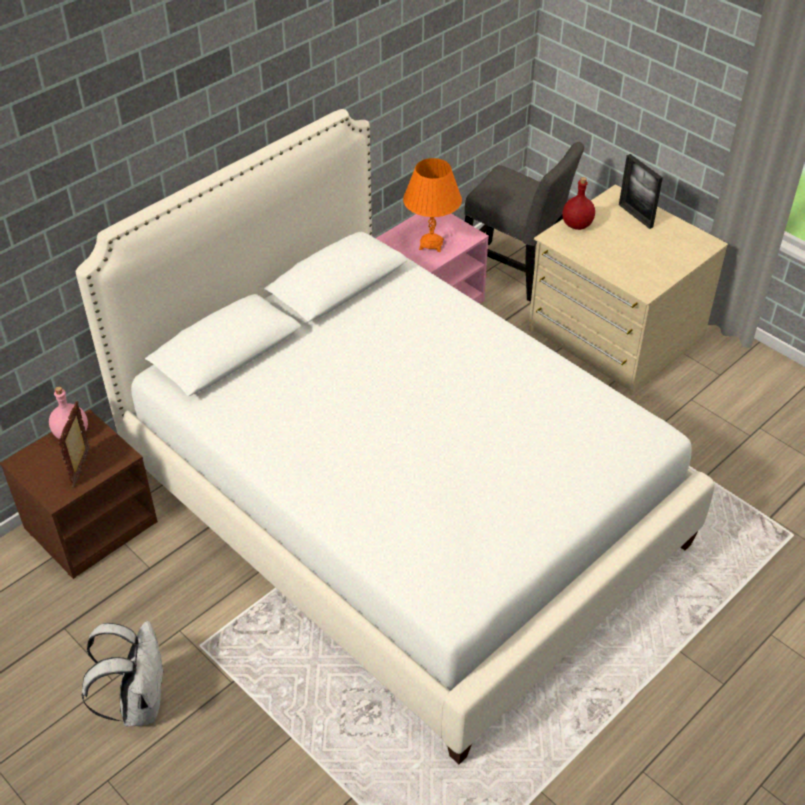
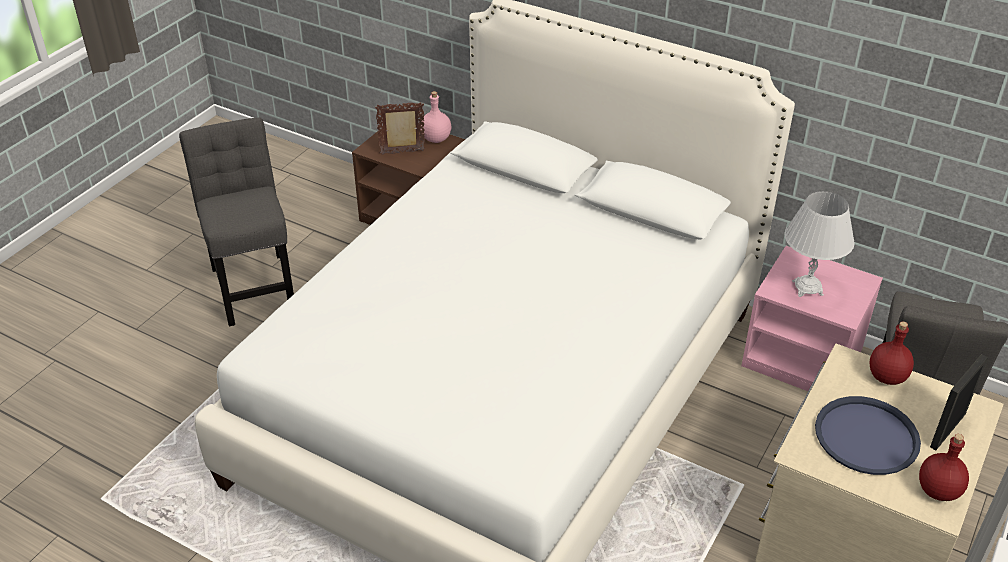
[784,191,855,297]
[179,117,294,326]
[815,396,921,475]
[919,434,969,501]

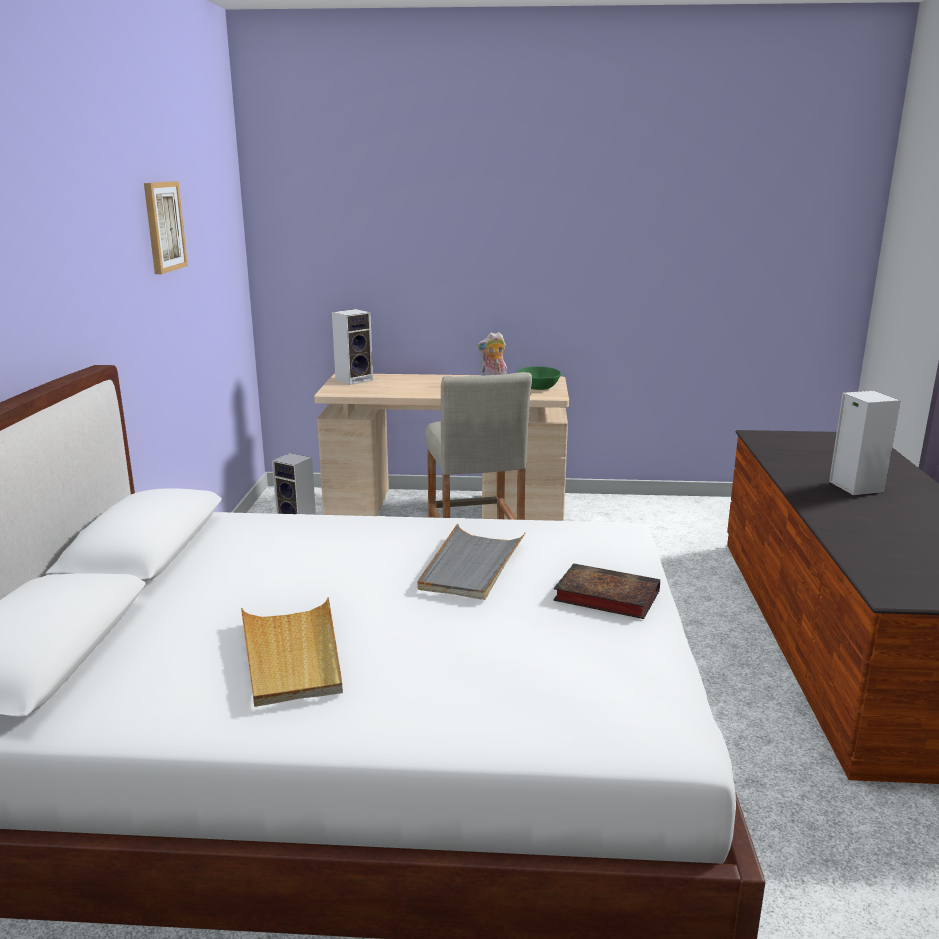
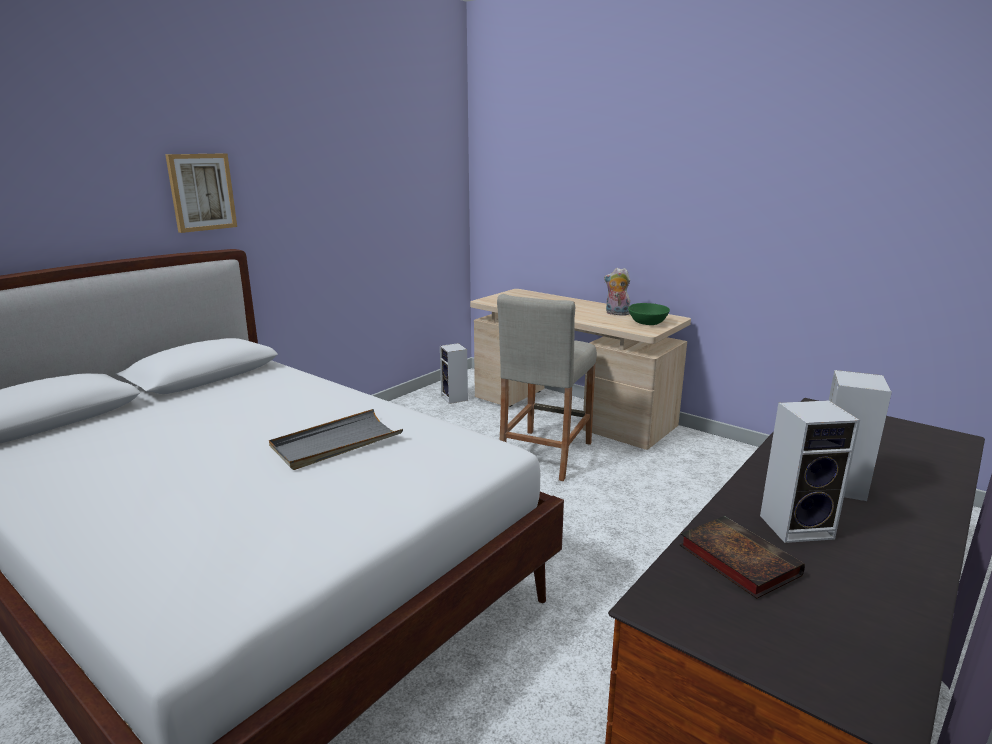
[165,153,237,233]
[760,400,860,543]
[679,516,805,599]
[241,597,343,707] (first image)

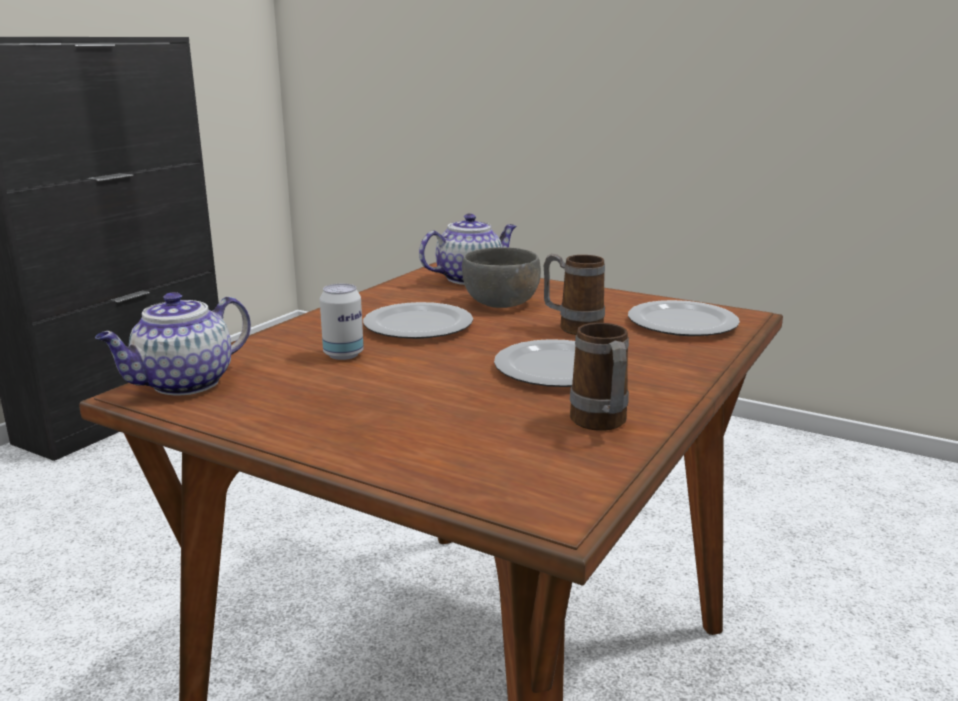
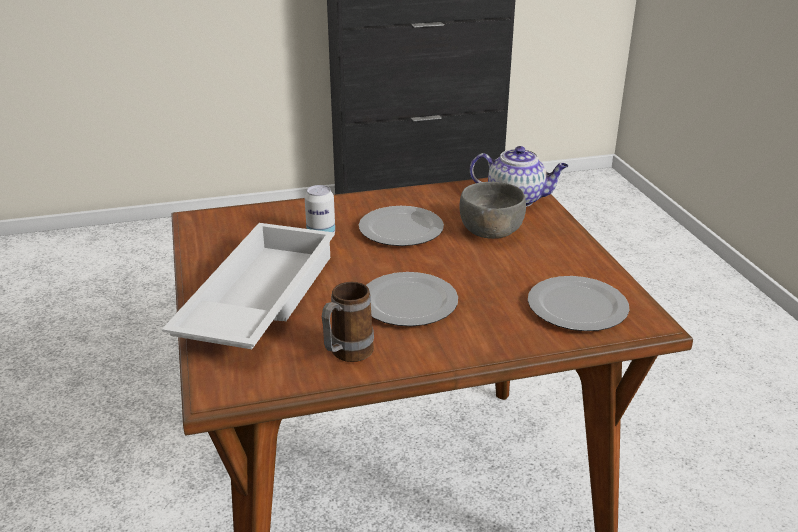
[544,254,605,335] (first image)
[95,292,251,396] (first image)
[162,223,335,349]

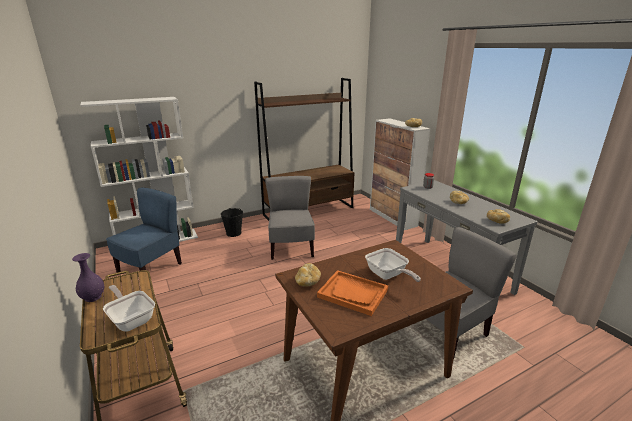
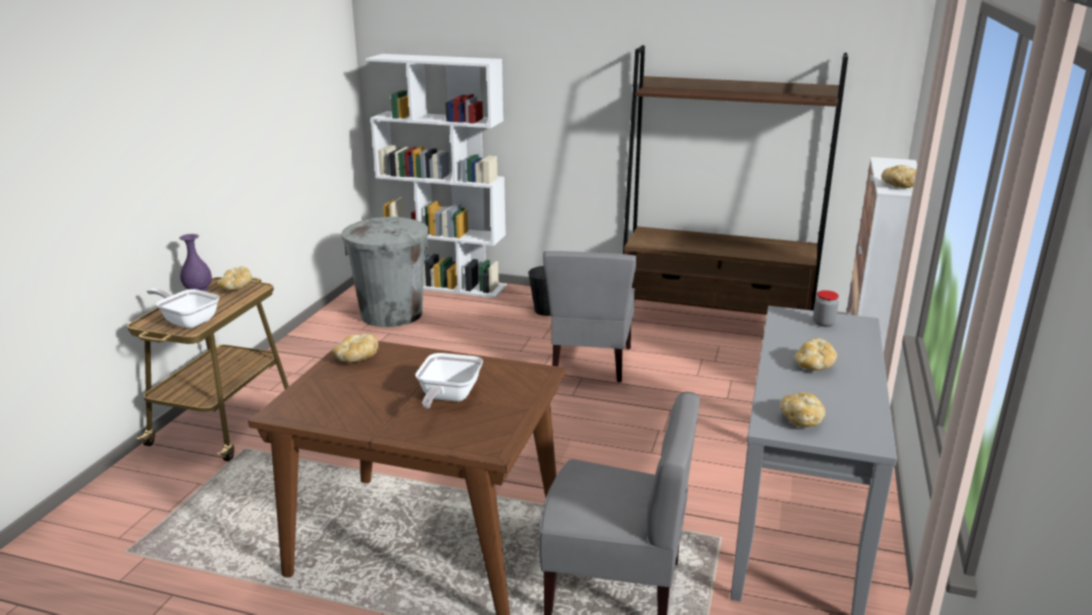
[543,251,637,382]
[342,216,428,327]
[317,270,388,316] (first image)
[147,288,219,328]
[217,266,252,290]

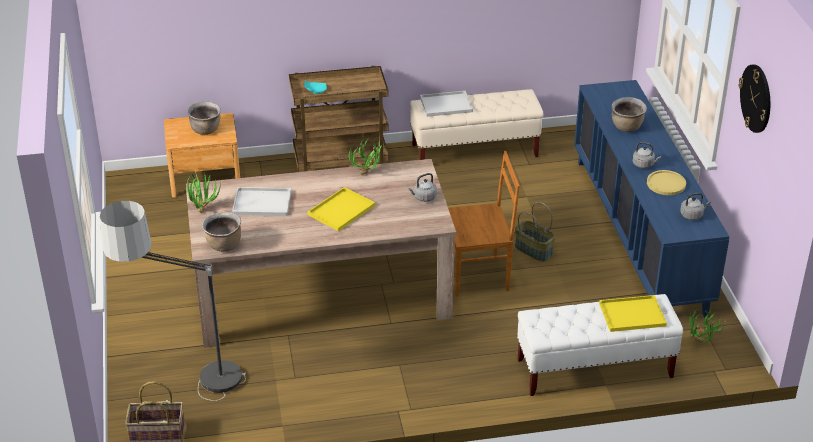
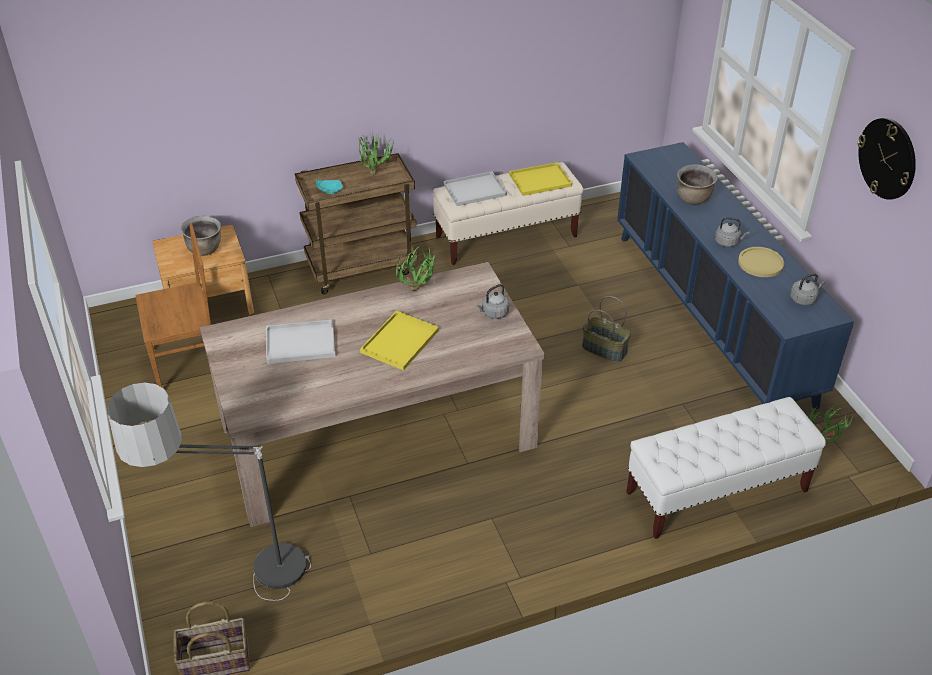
[135,223,211,387]
[358,133,394,175]
[202,212,241,252] (first image)
[509,162,572,196]

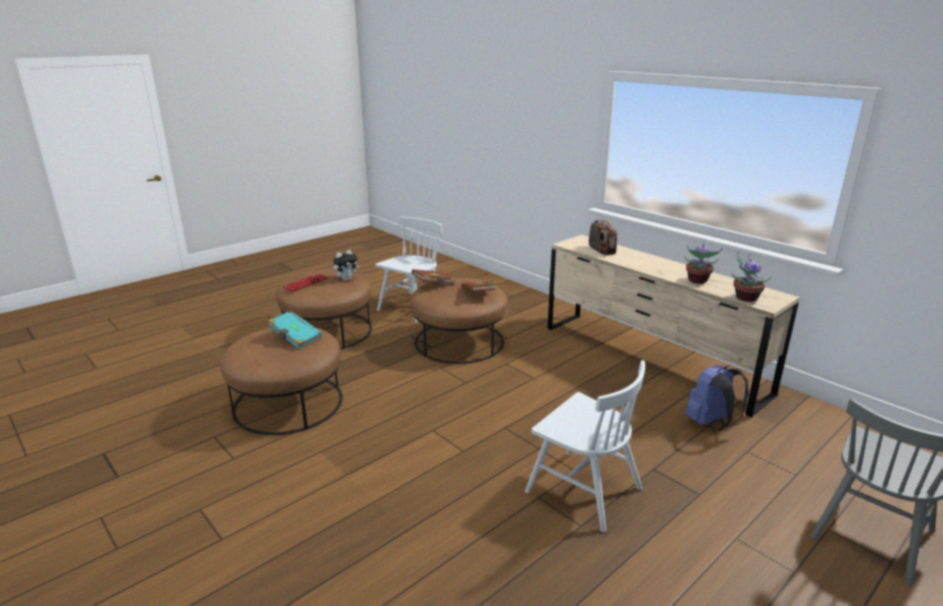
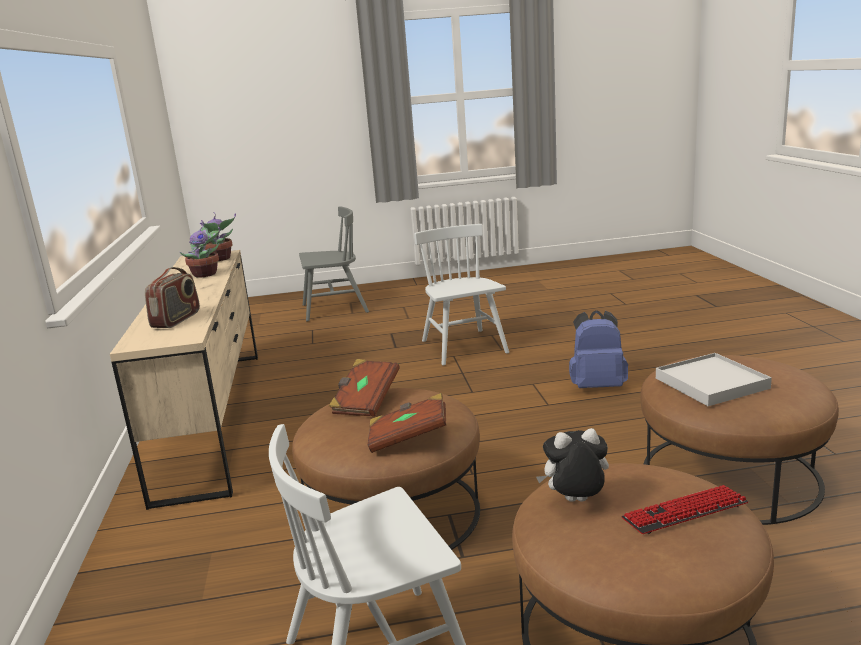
[656,353,772,406]
[569,310,628,388]

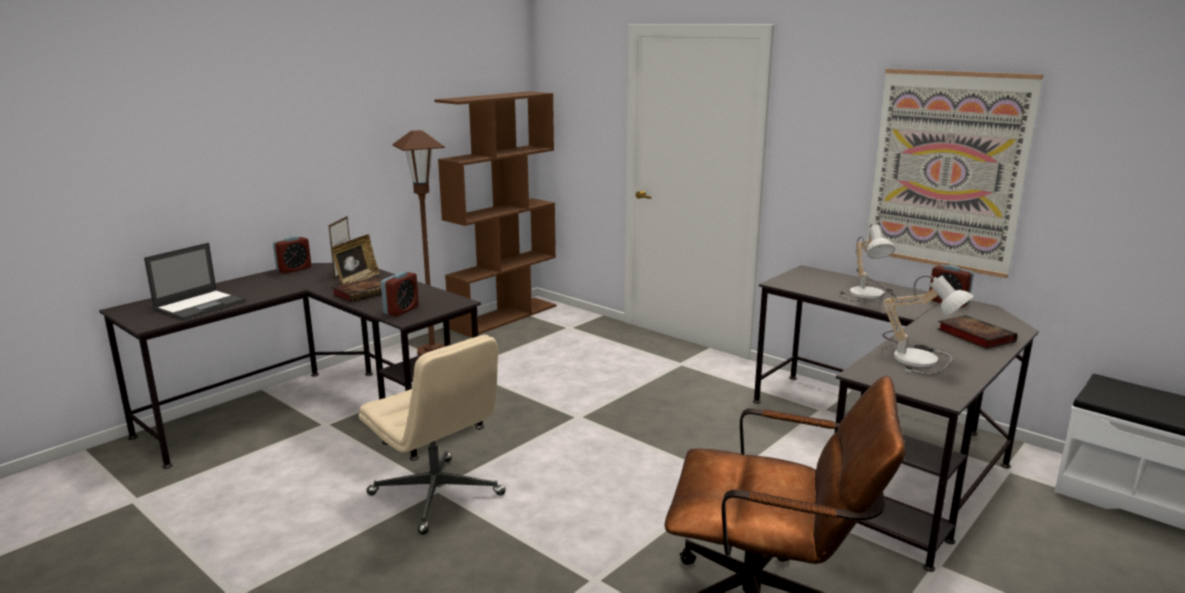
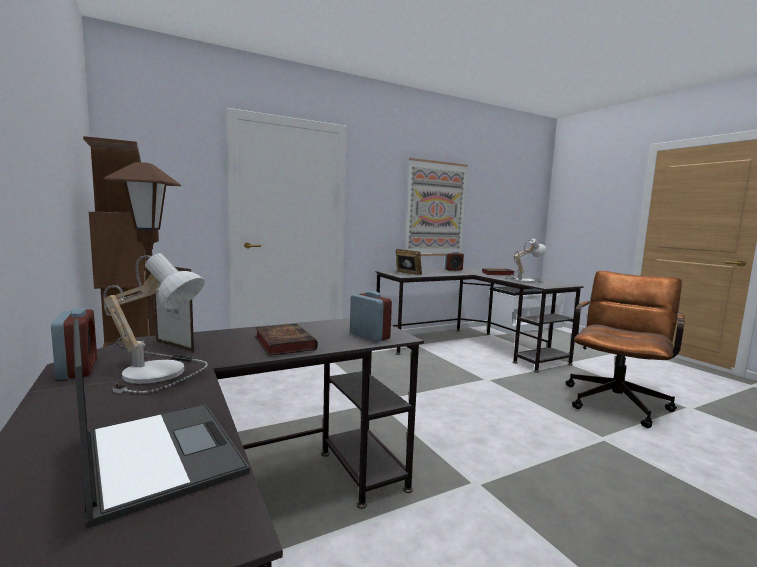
[103,253,208,394]
[396,249,422,275]
[359,335,506,535] (first image)

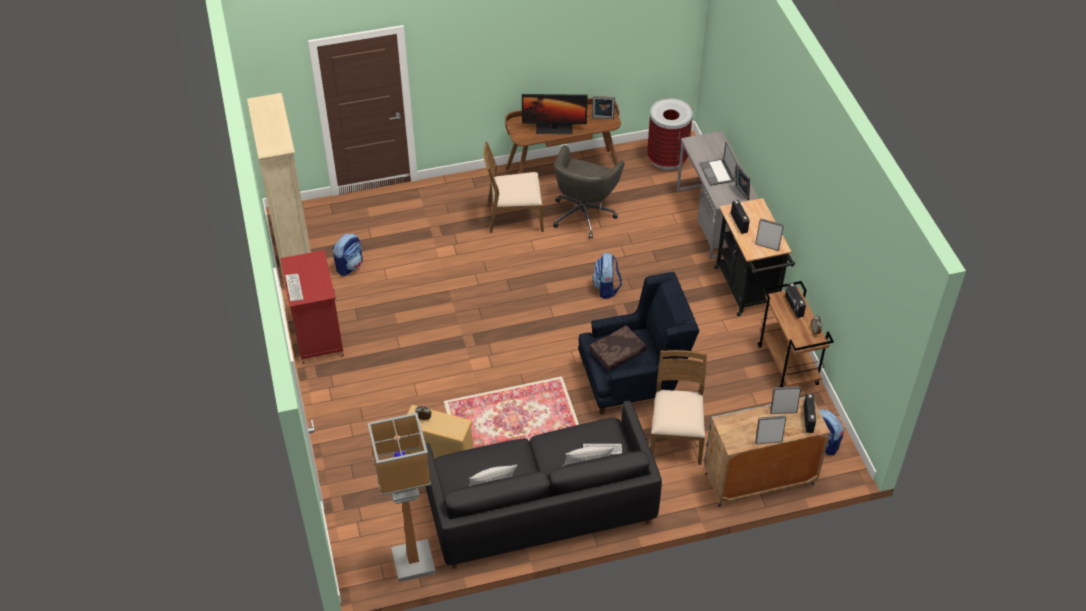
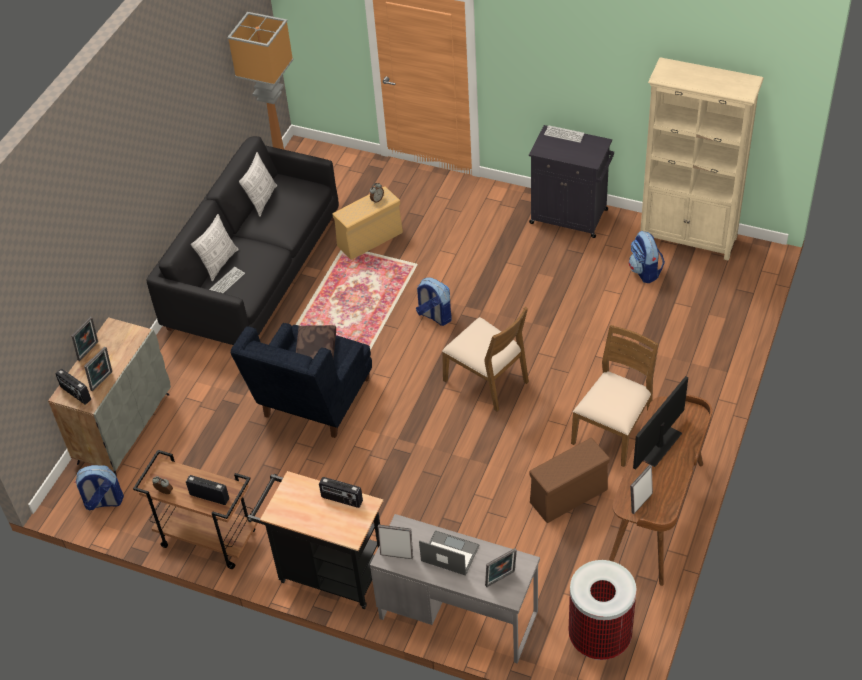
[530,438,610,523]
[485,548,517,587]
[529,125,614,238]
[416,277,452,326]
[442,307,529,412]

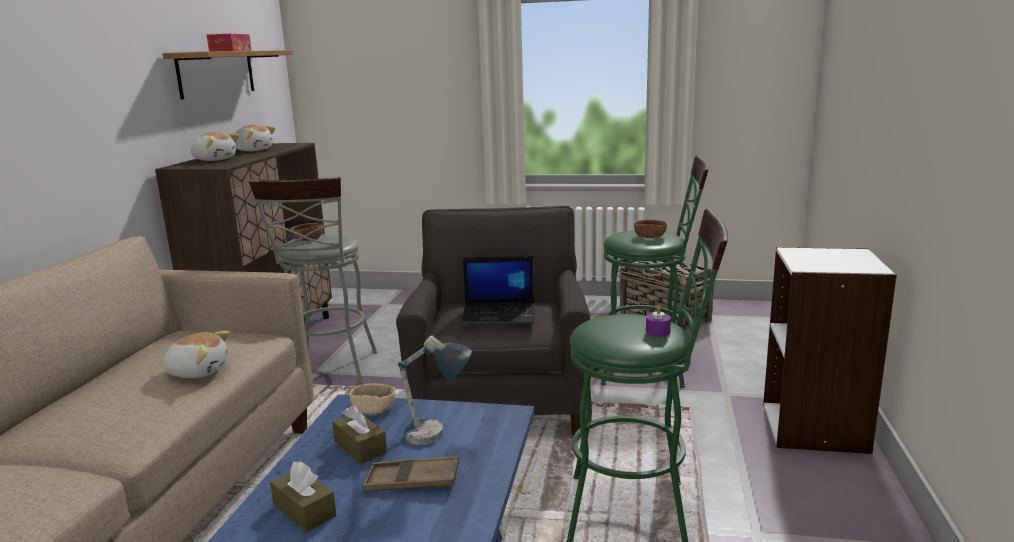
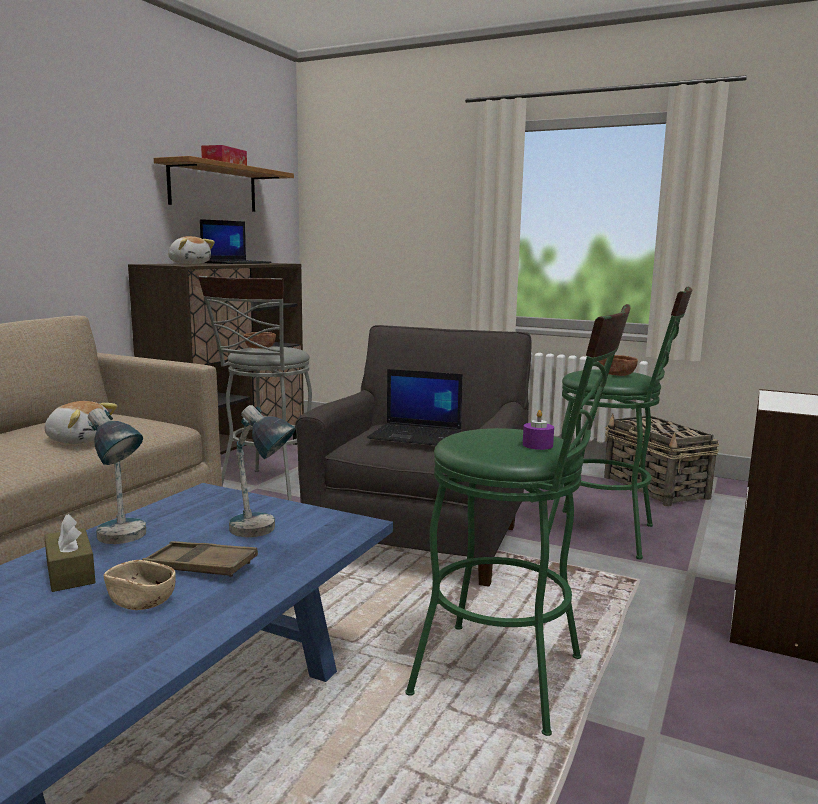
[200,219,272,264]
[104,560,176,610]
[332,405,387,464] (first image)
[88,408,146,544]

